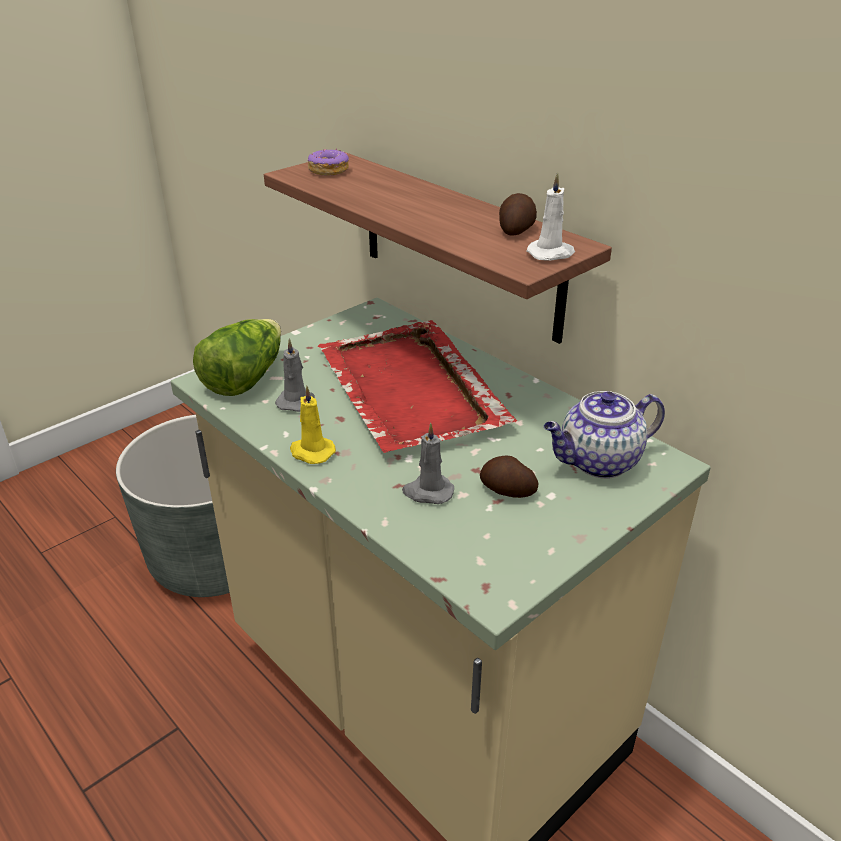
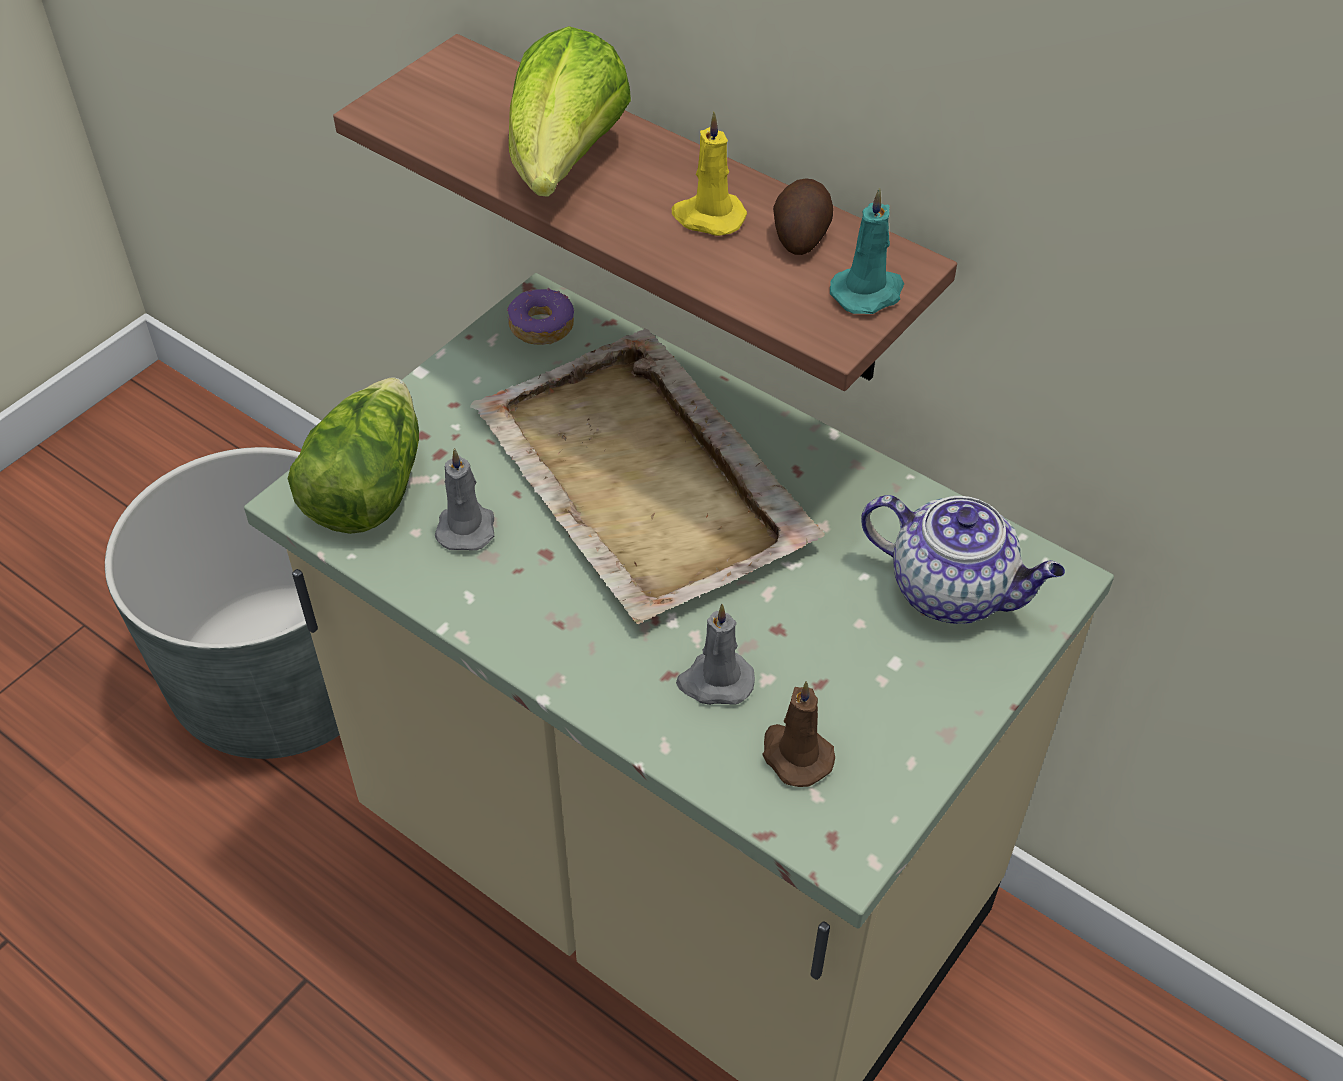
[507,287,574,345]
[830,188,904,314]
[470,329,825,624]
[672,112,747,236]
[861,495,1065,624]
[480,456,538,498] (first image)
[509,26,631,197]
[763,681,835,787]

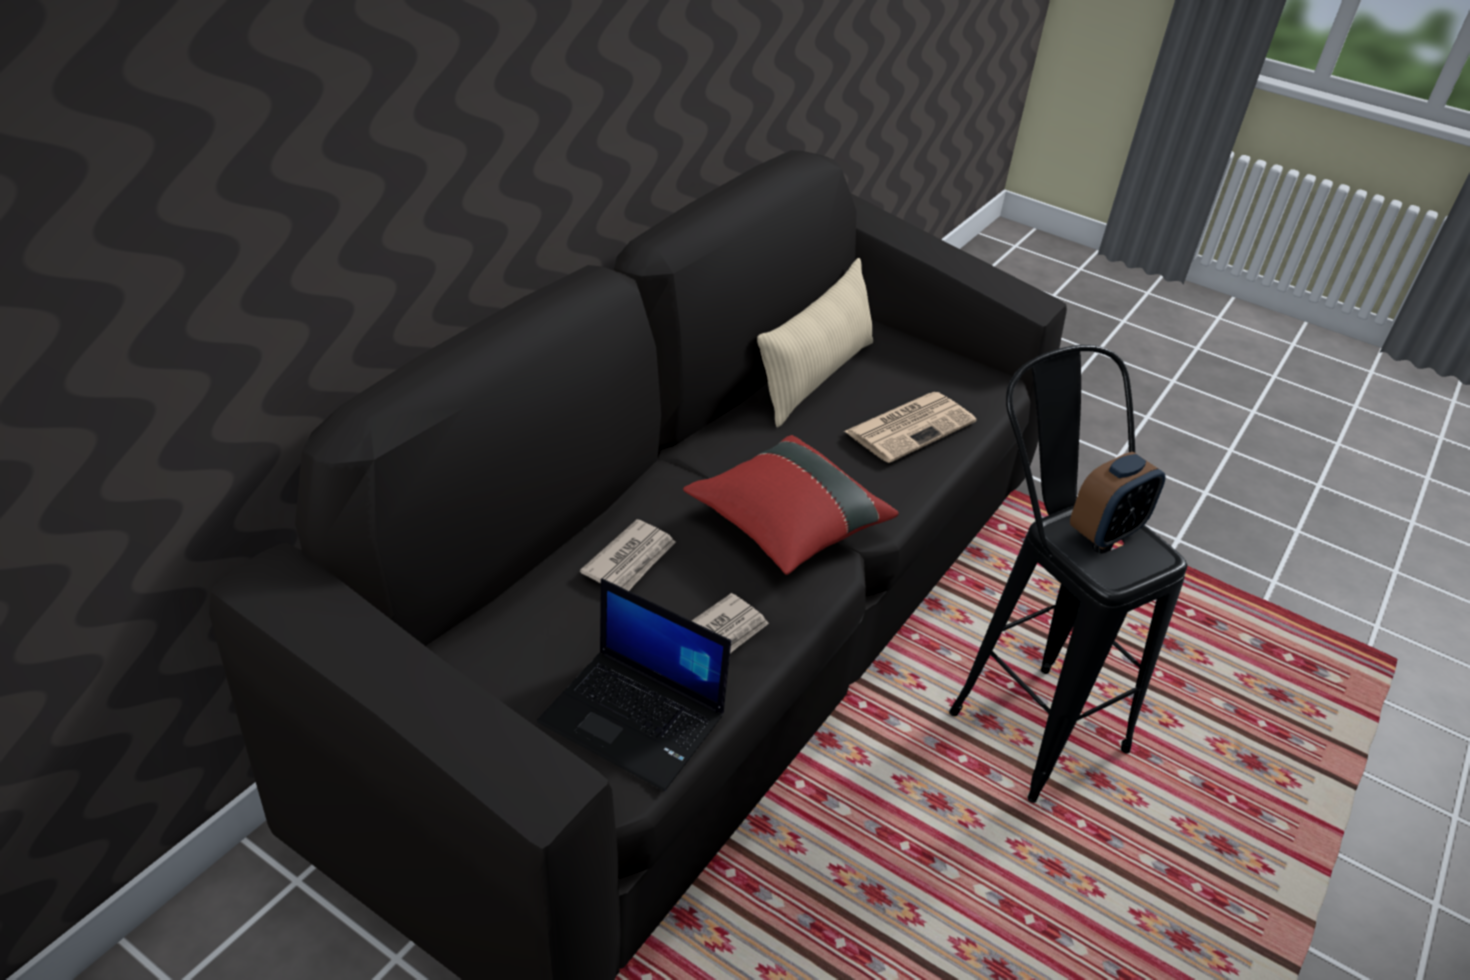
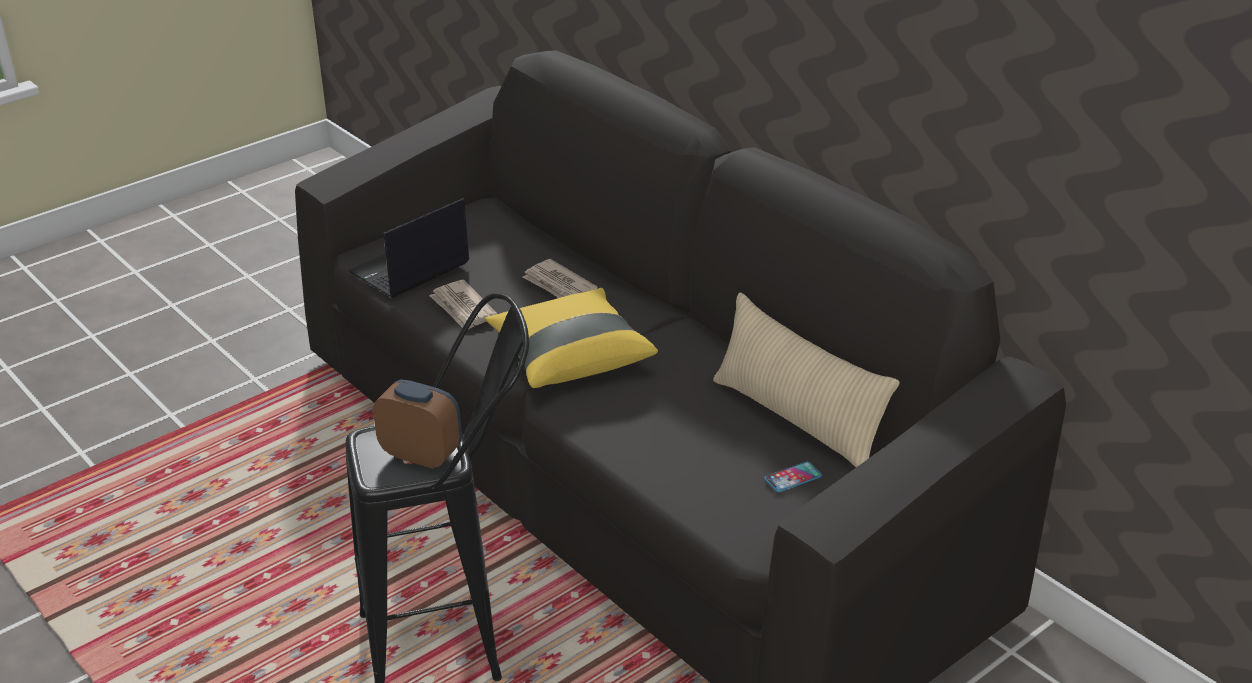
[844,392,976,463] (first image)
[485,288,658,388]
[373,379,462,469]
[764,462,822,492]

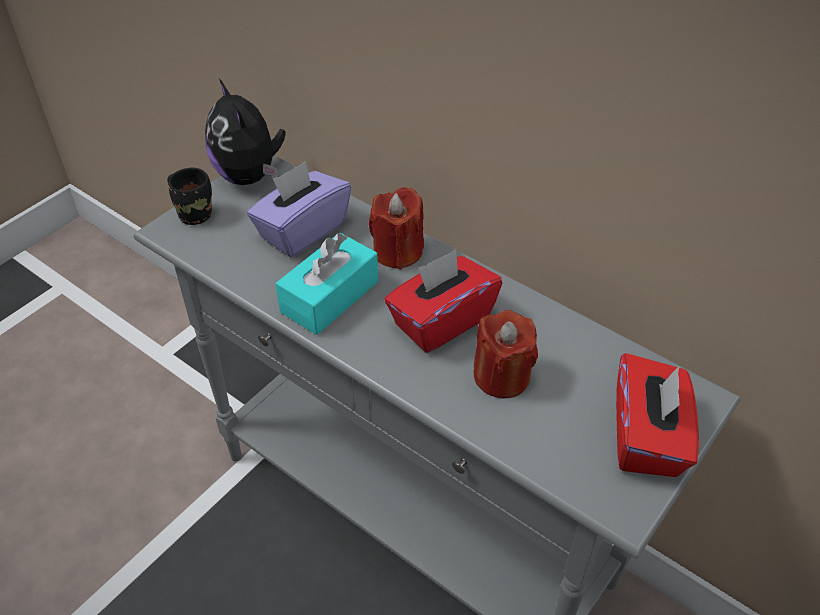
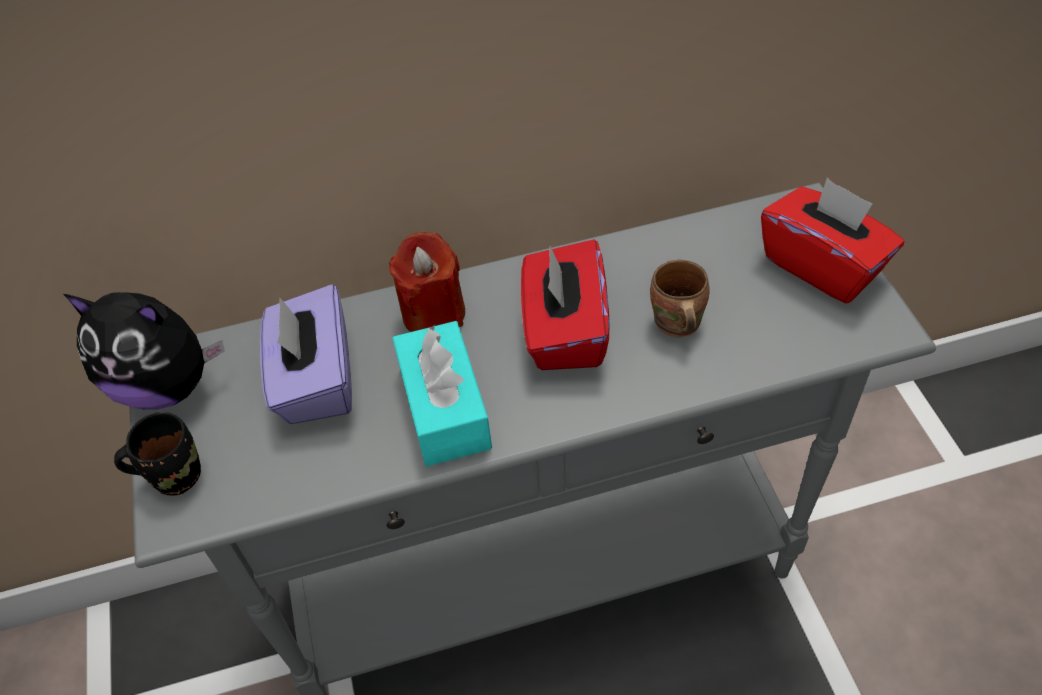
[650,260,709,337]

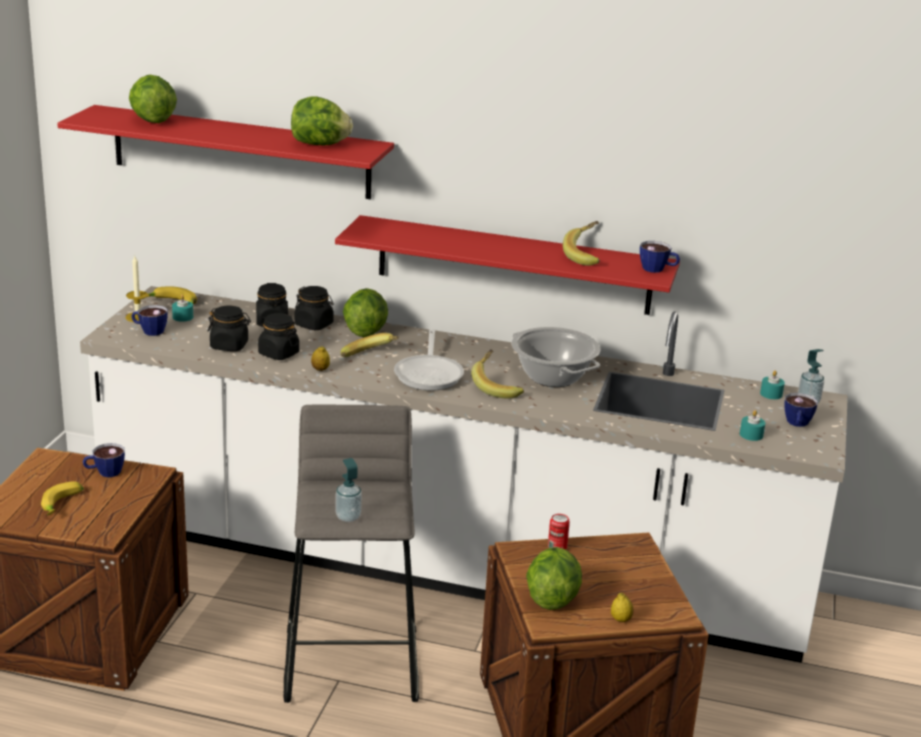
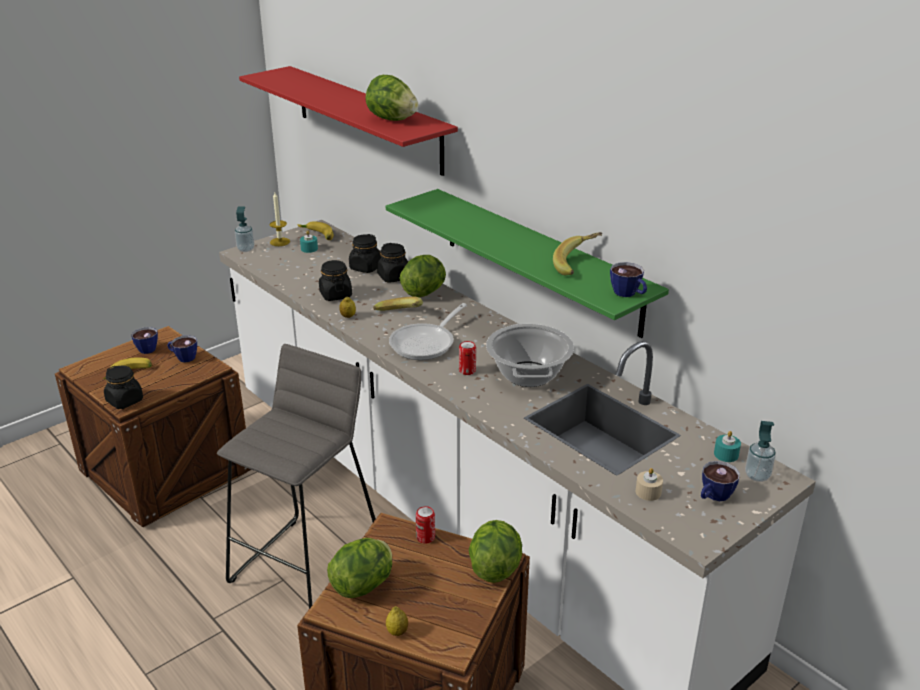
[469,520,522,583]
[386,189,669,338]
[131,327,158,354]
[104,366,143,409]
[459,341,476,375]
[636,468,663,501]
[235,206,254,252]

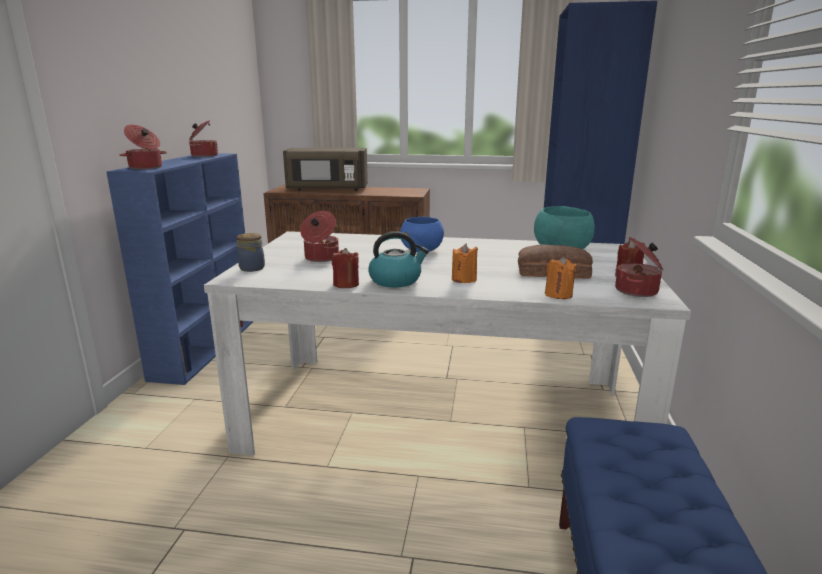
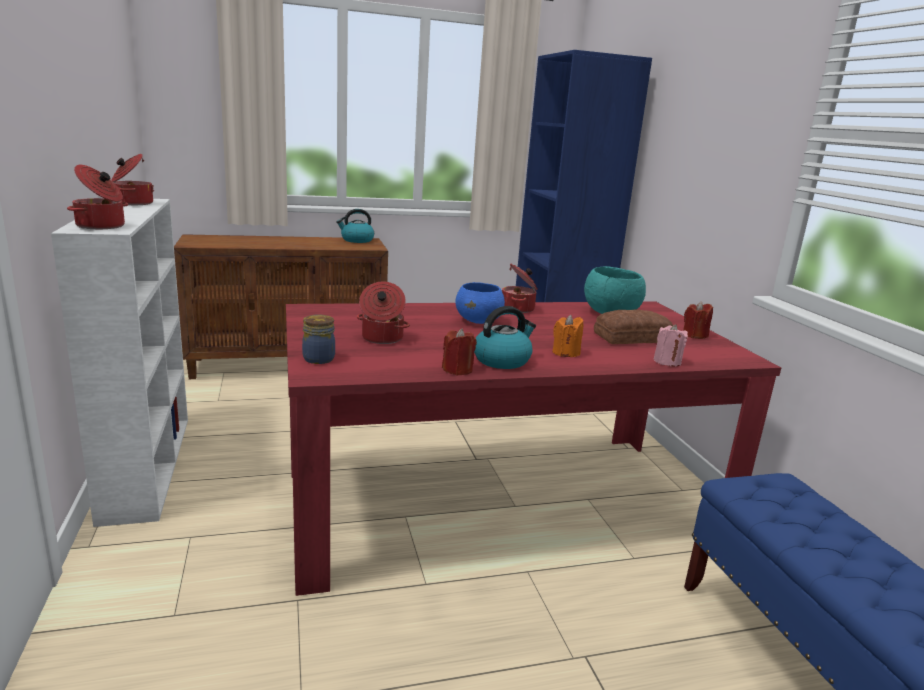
[283,148,368,191] (first image)
[51,199,188,527]
[286,301,781,596]
[501,264,538,313]
[654,324,688,367]
[336,209,374,243]

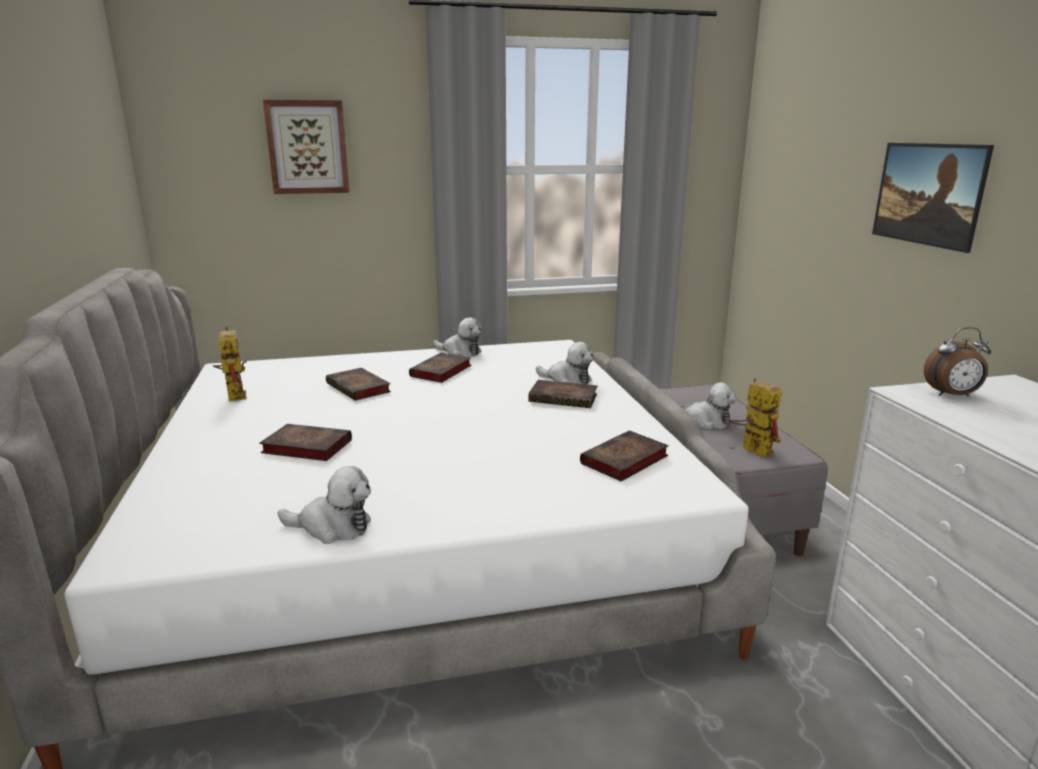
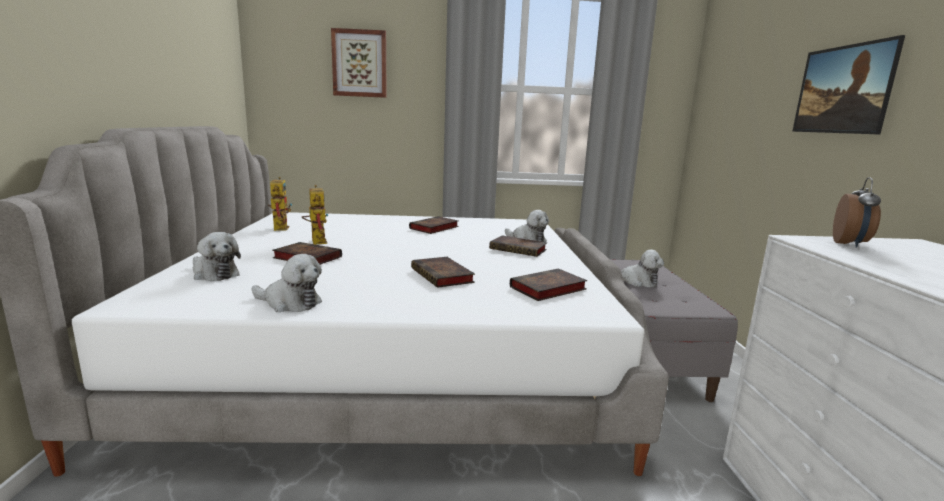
[193,232,241,281]
[833,177,881,248]
[411,257,475,288]
[302,185,328,245]

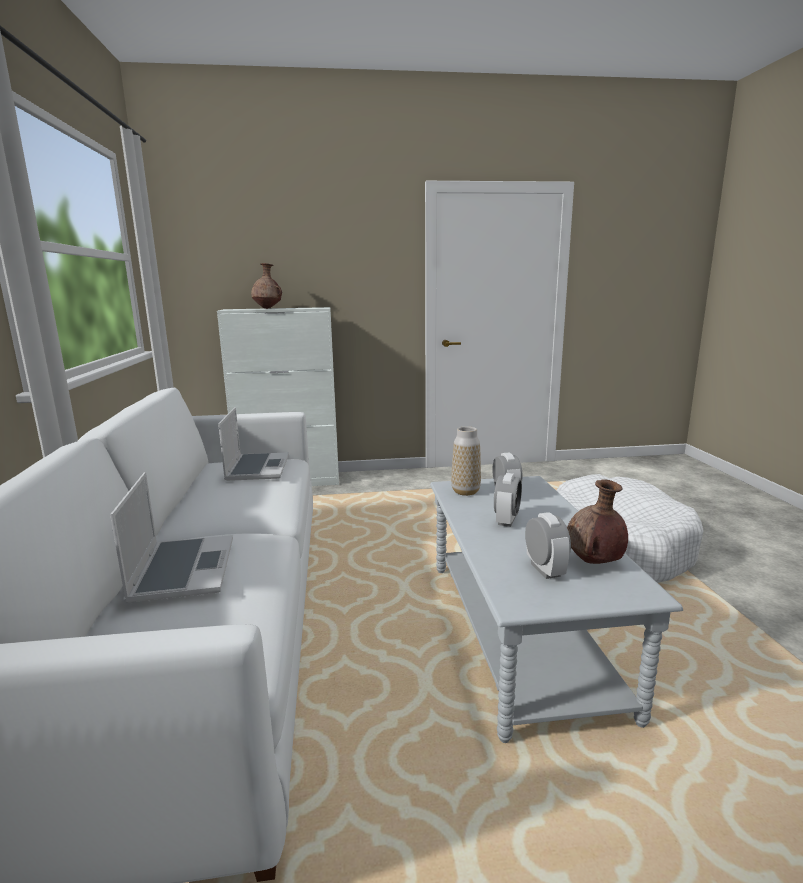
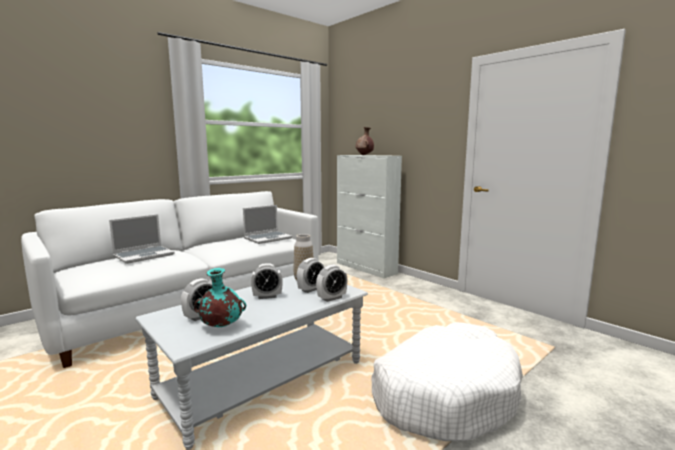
[194,268,246,327]
[316,264,347,302]

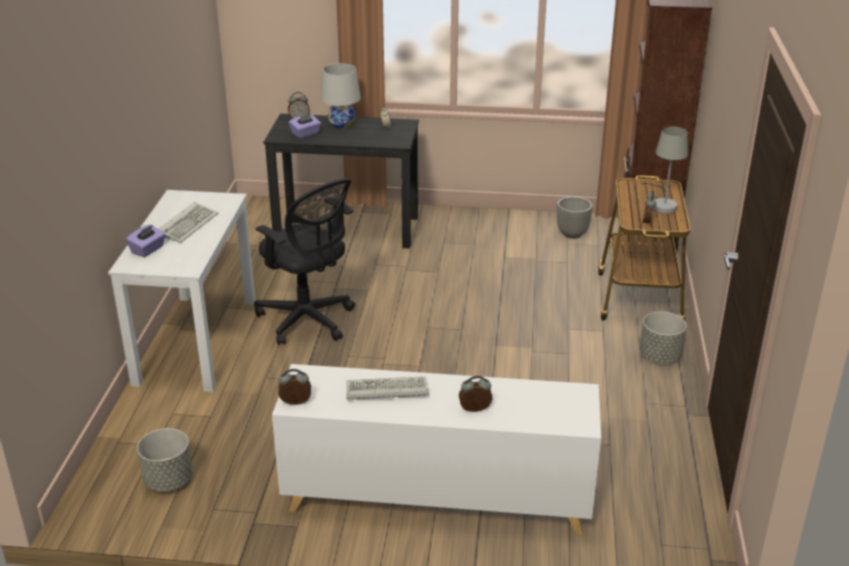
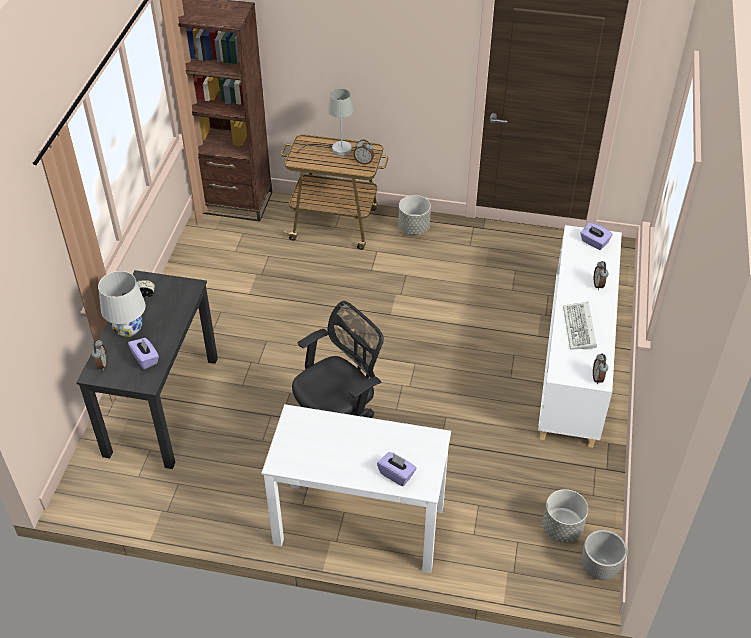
[582,530,627,580]
[158,202,218,243] (first image)
[580,222,612,250]

